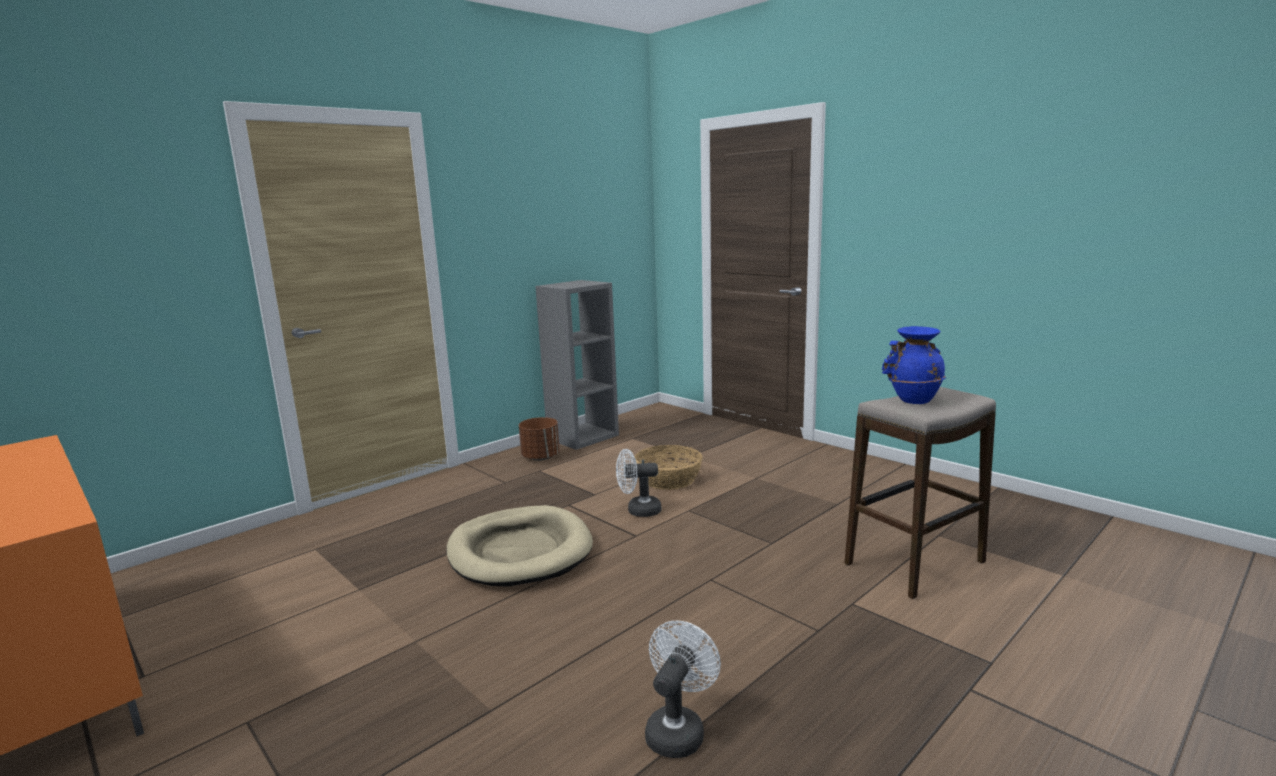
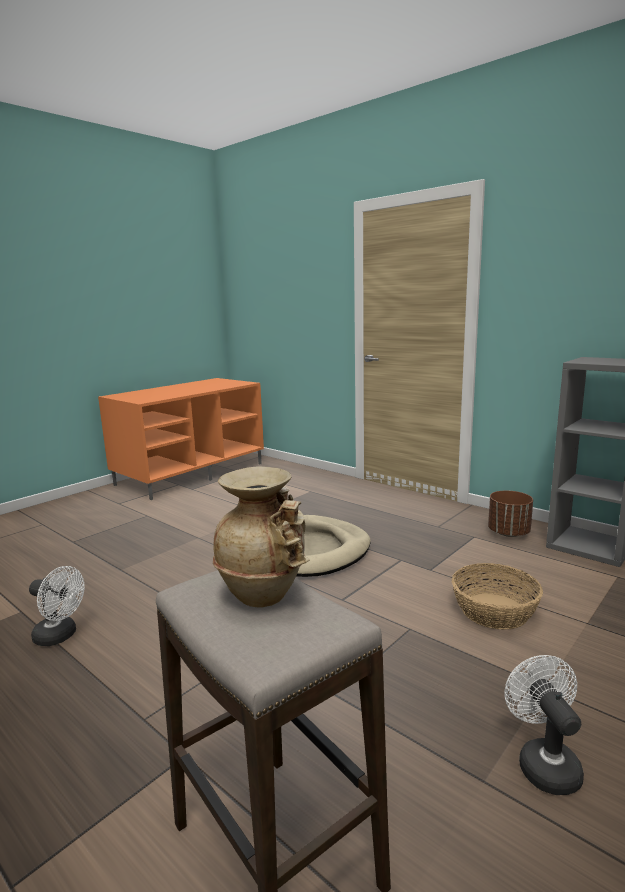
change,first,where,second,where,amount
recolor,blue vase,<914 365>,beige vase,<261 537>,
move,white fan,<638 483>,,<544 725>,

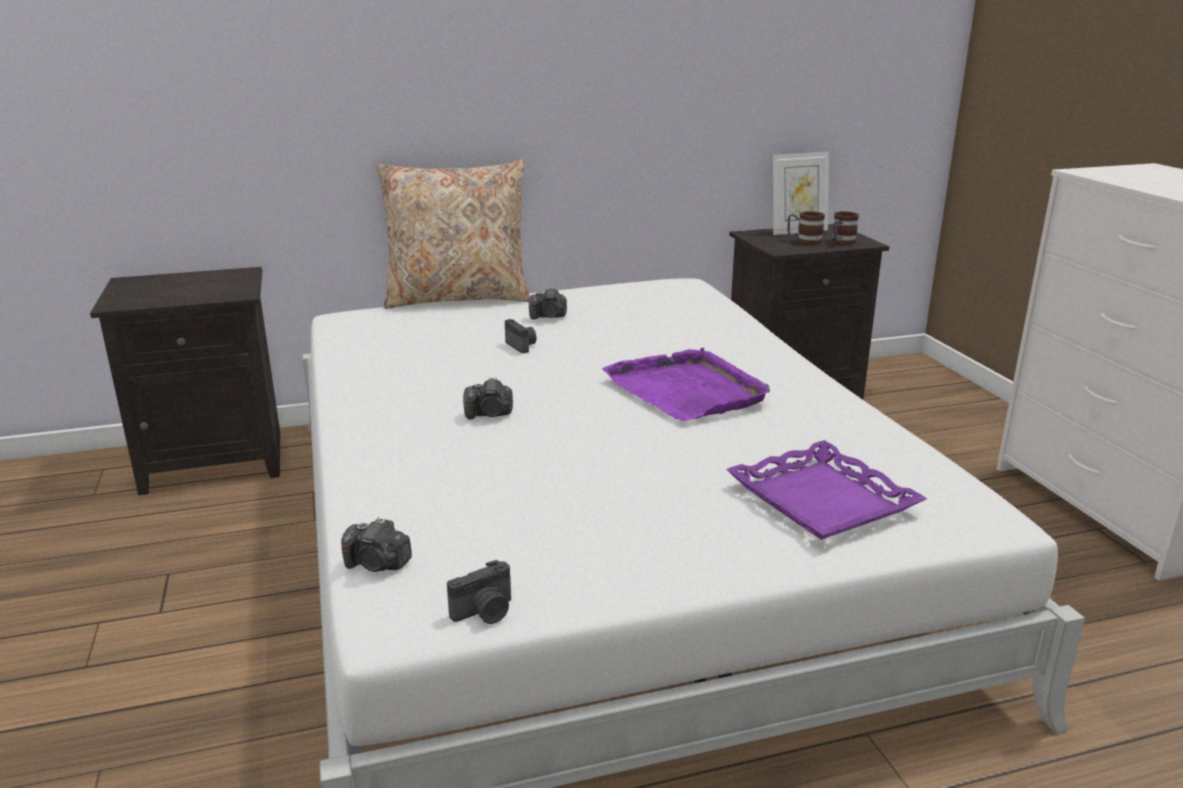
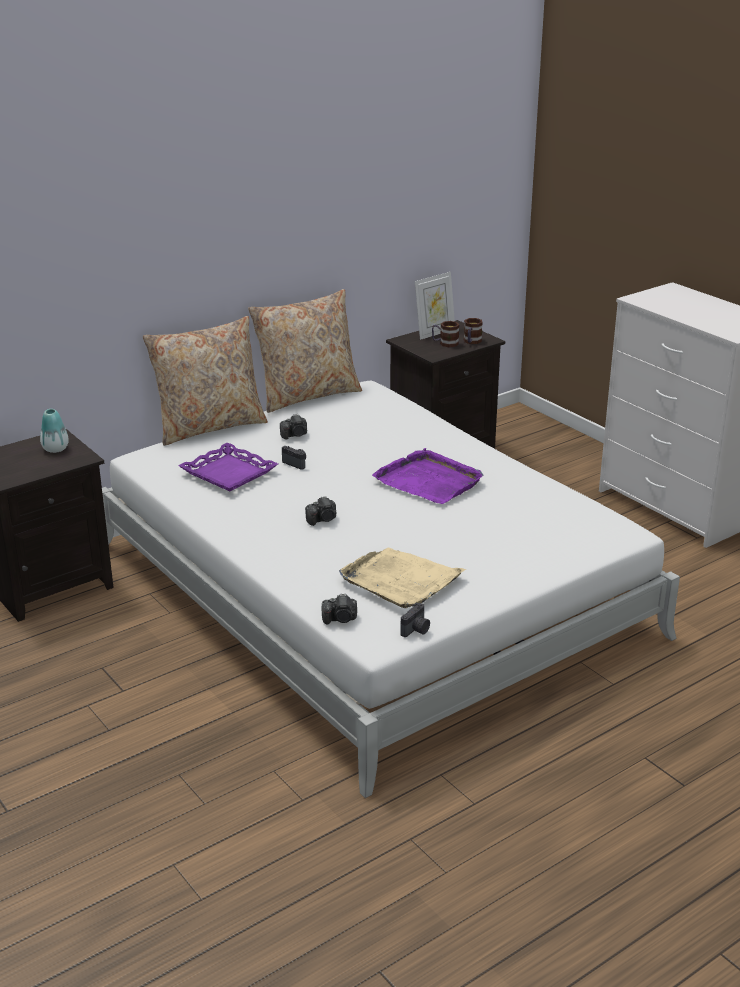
change,first,where,second,where,amount
insert,,,vase,<54 431>,
move,purple tray,<826 490>,,<228 467>,
insert,,,beige pillow,<305 351>,
insert,,,beige tray,<402 578>,

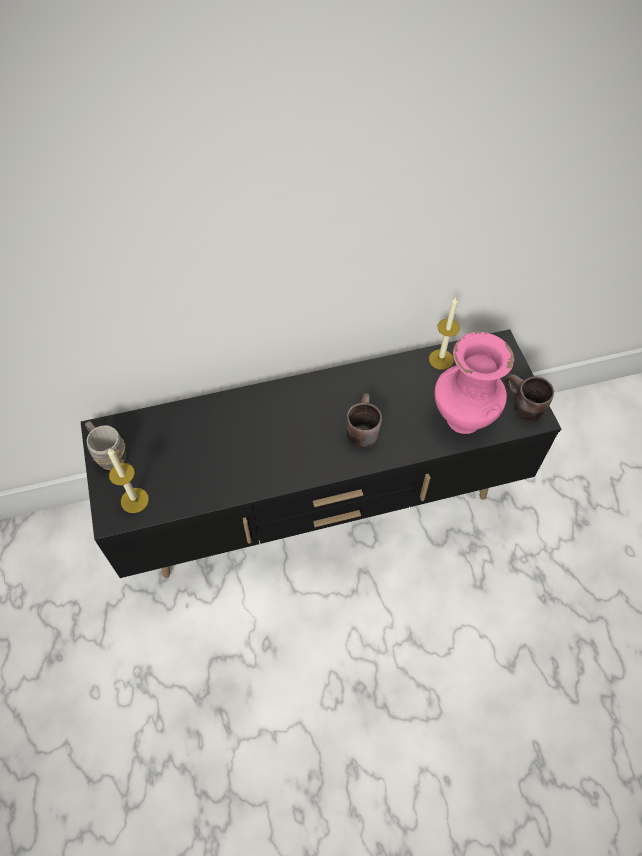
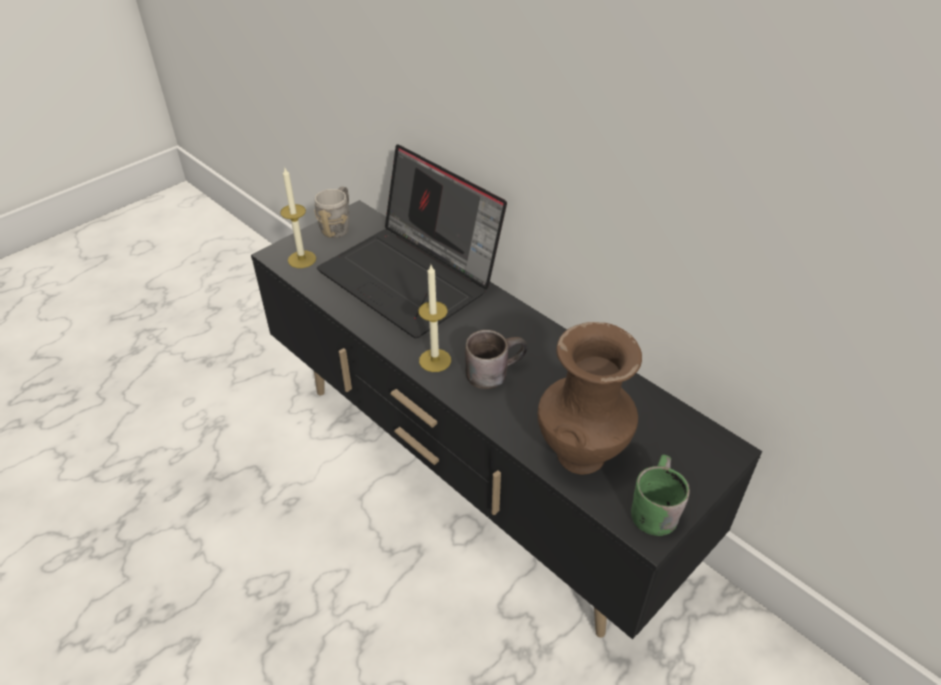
change,first,where,second,where,amount
insert,,,laptop,<412 241>,
move,candle,<444 333>,,<435 318>,
recolor,pink vase,<474 383>,brown vase,<590 398>,
recolor,brown mug,<529 398>,green mug,<660 495>,

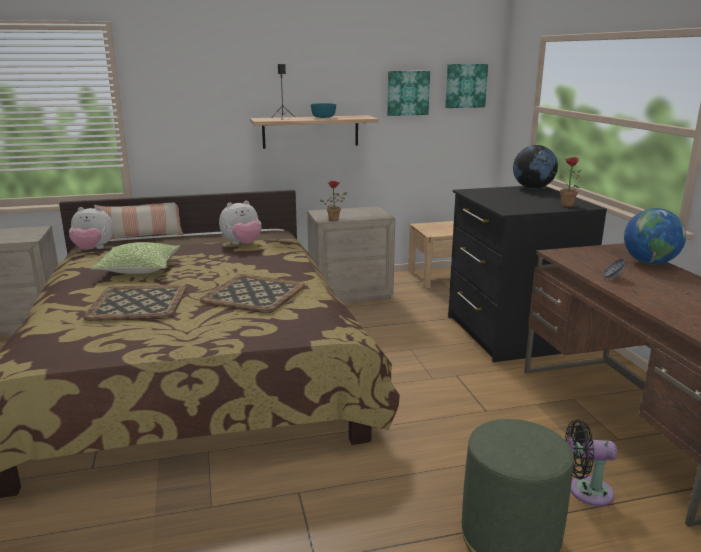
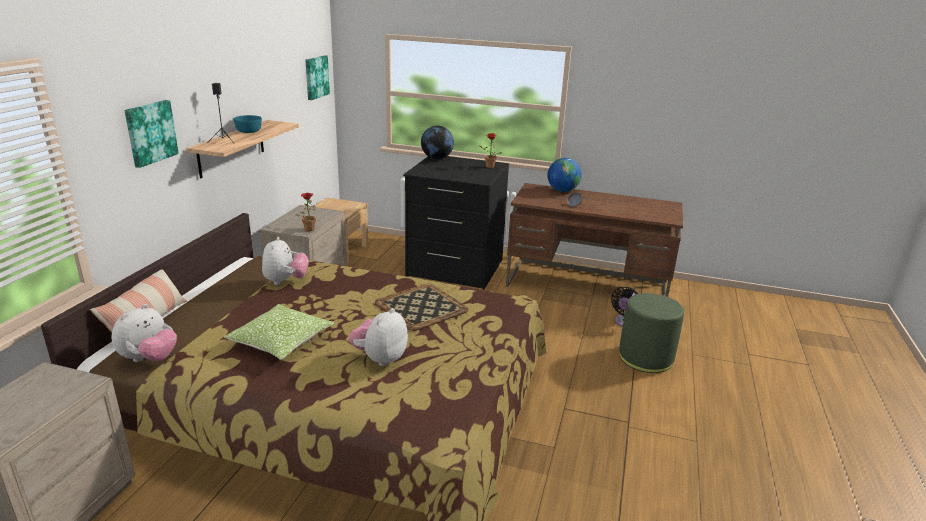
change,first,where,second,where,amount
move,picture,<408 93>,,<151 134>,
replace,tray,<135 303>,plush toy,<378 337>,

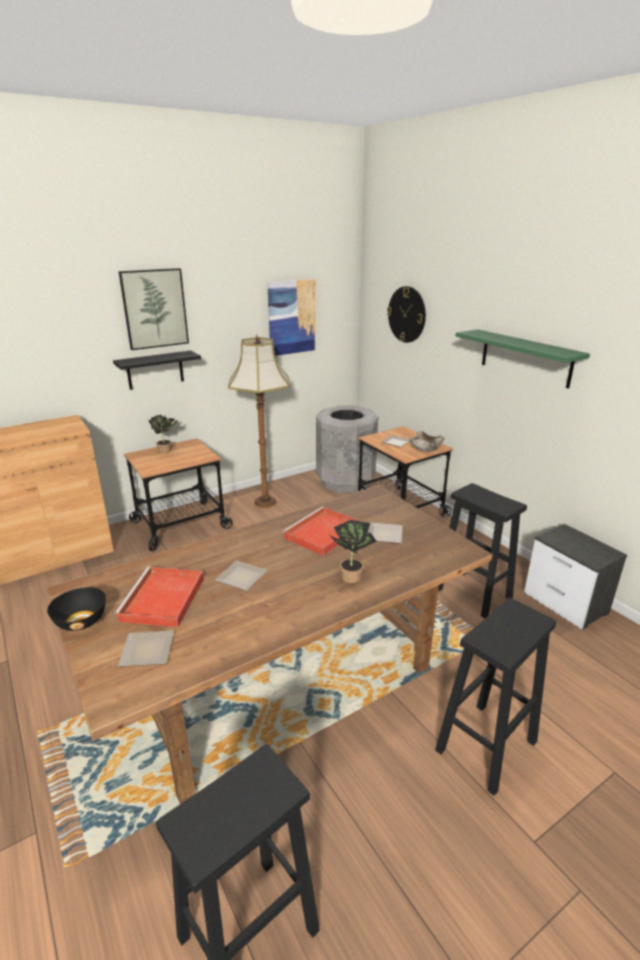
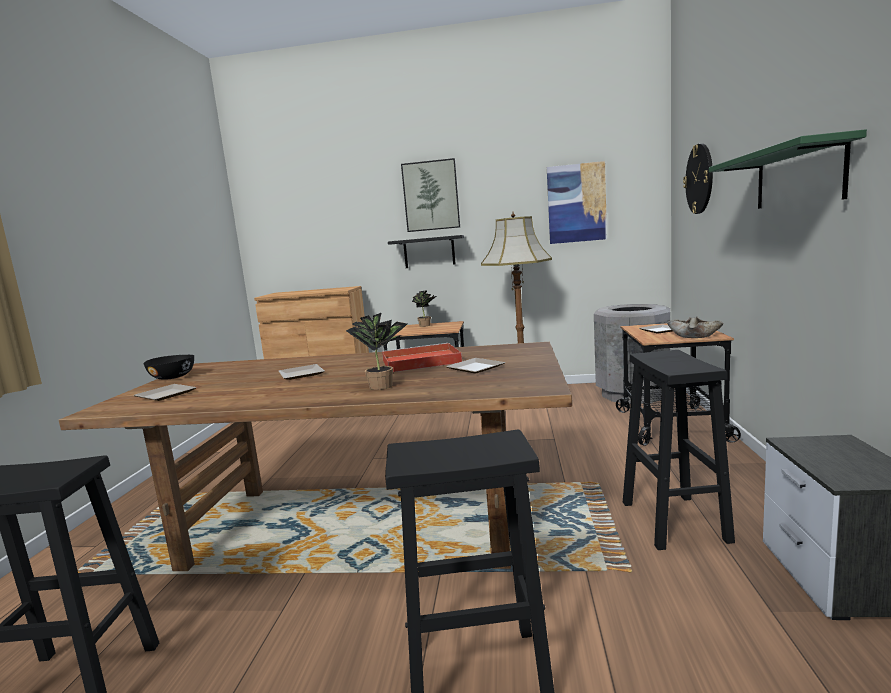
change,first,where,second,where,amount
delete,red tray,<159 597>,,,

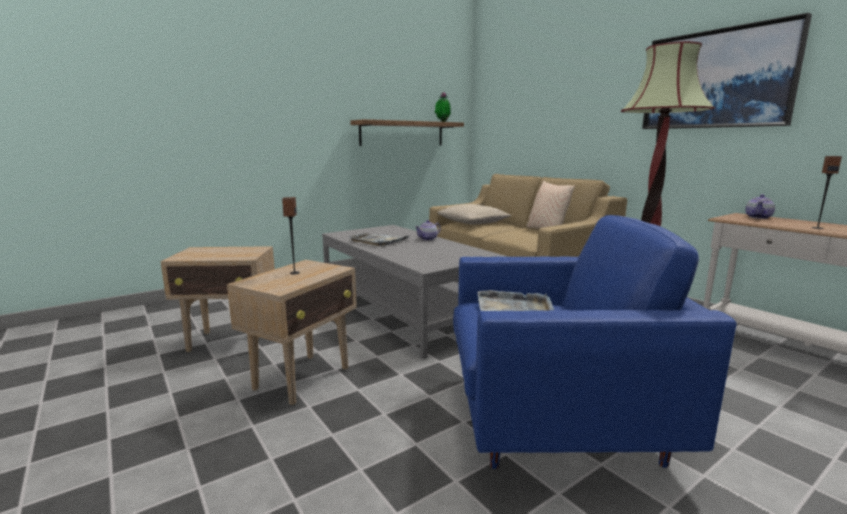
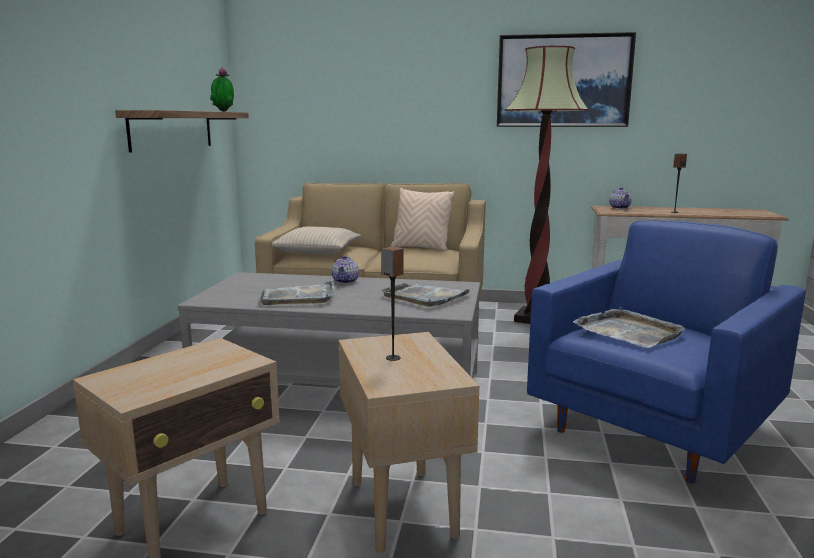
change,first,where,second,where,amount
insert,,,grey tray,<425 295>,

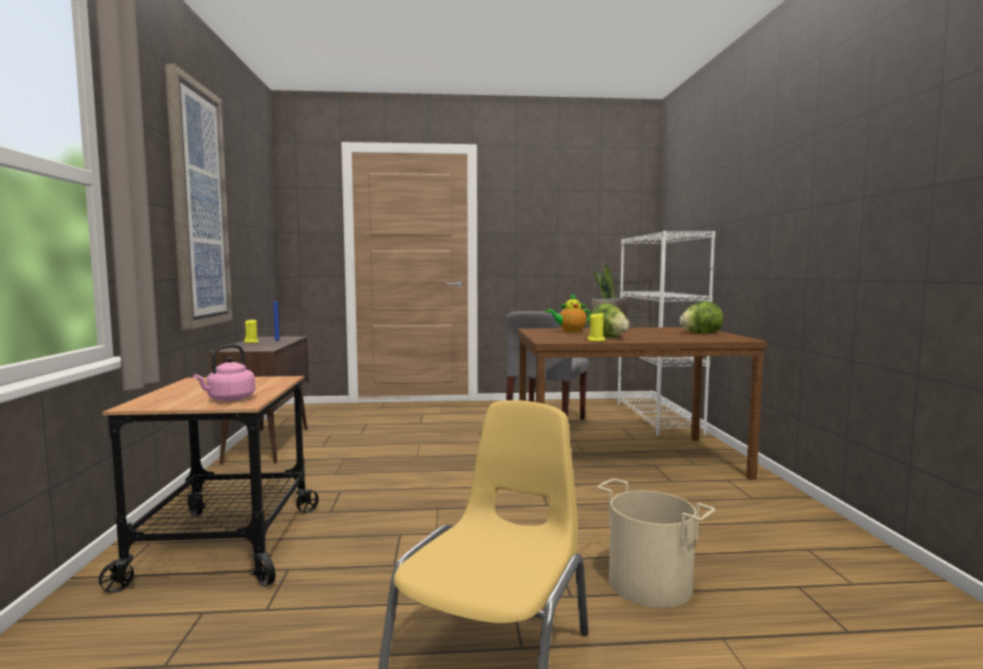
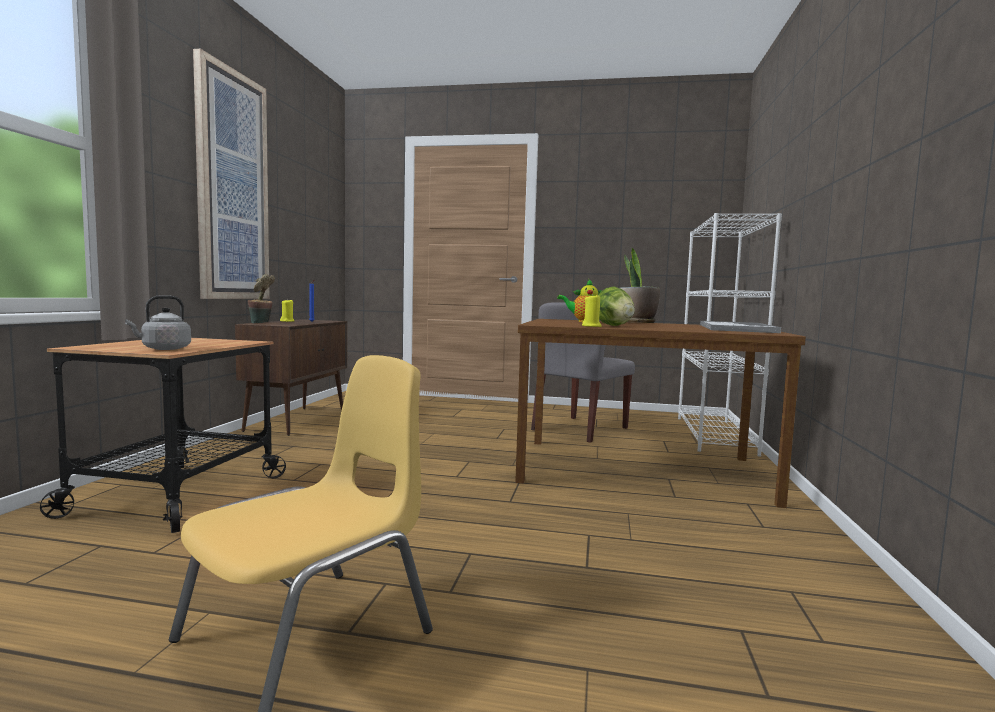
change,first,where,second,where,amount
recolor,pink kettle,<224 372>,grey kettle,<158 322>,
insert,,,potted plant,<261 298>,
replace,lettuce,<701 317>,tray,<740 327>,
delete,beige bucket,<656 543>,,,

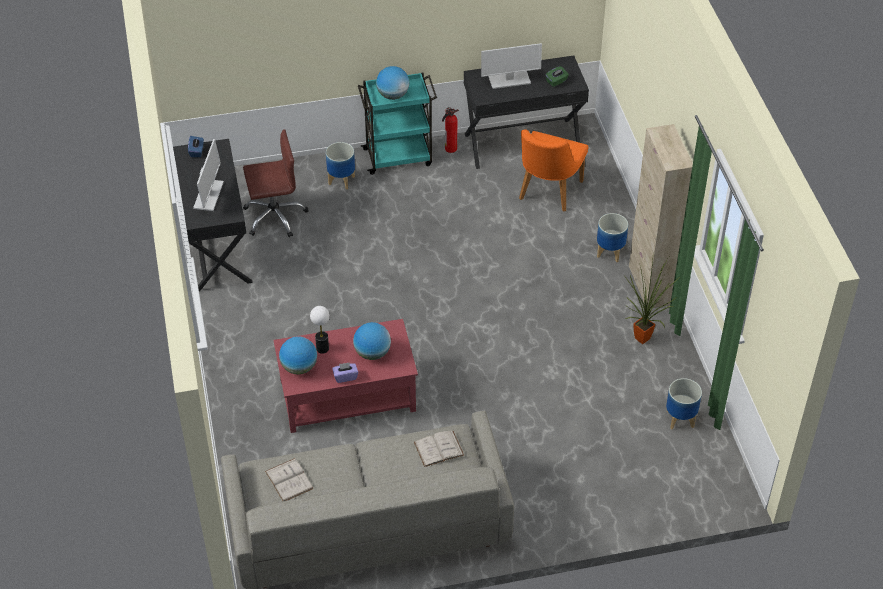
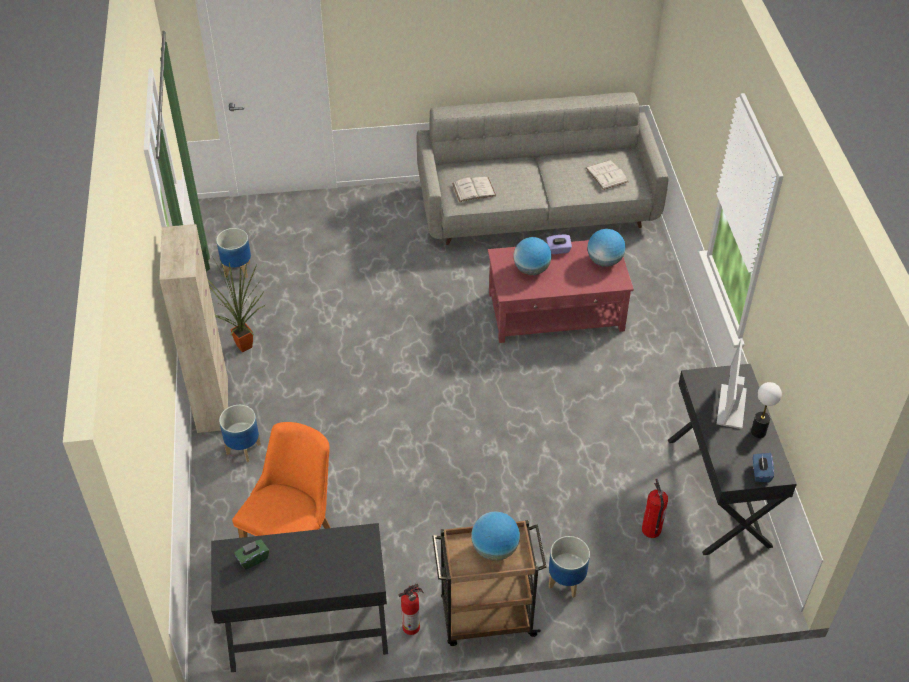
change,first,where,second,where,amount
recolor,turquoise cart,<397 124>,brown cart,<489 583>,
replace,brown office chair,<276 183>,fire extinguisher,<655 508>,
move,table lamp,<320 330>,,<766 410>,
delete,monitor,<511 66>,,,

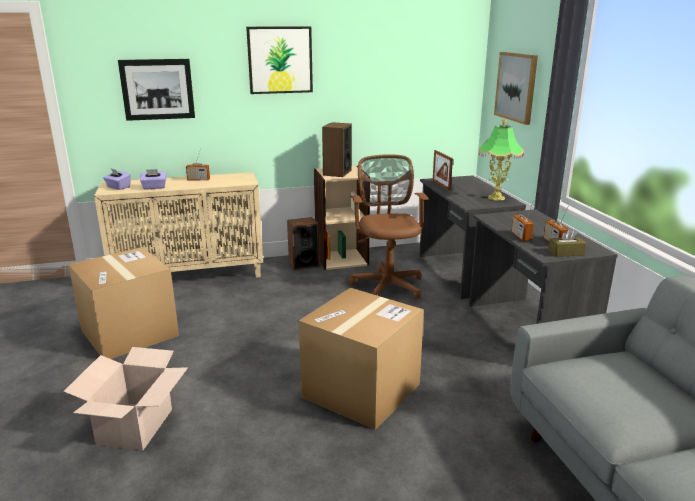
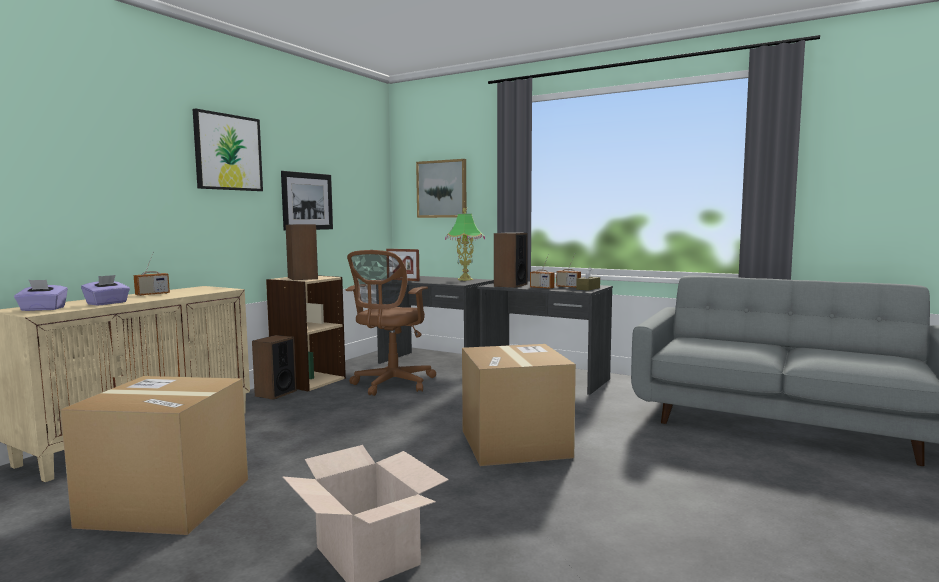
change,first,where,second,where,amount
move,picture,<156 90>,,<307 201>,
rotate,brown office chair,<389 226>,,<391 323>,105 degrees counterclockwise
insert,,,speaker,<511 260>,

